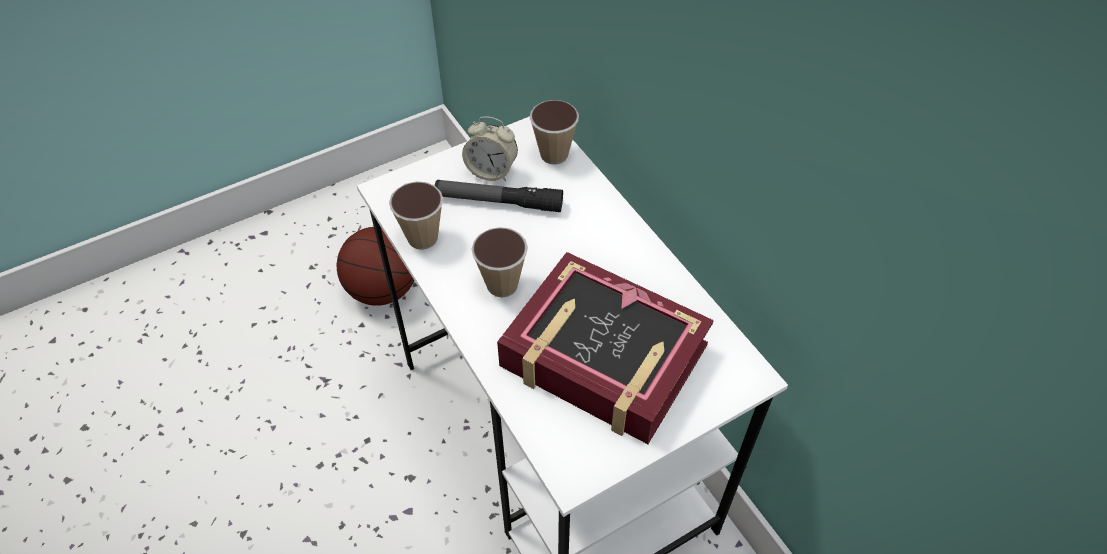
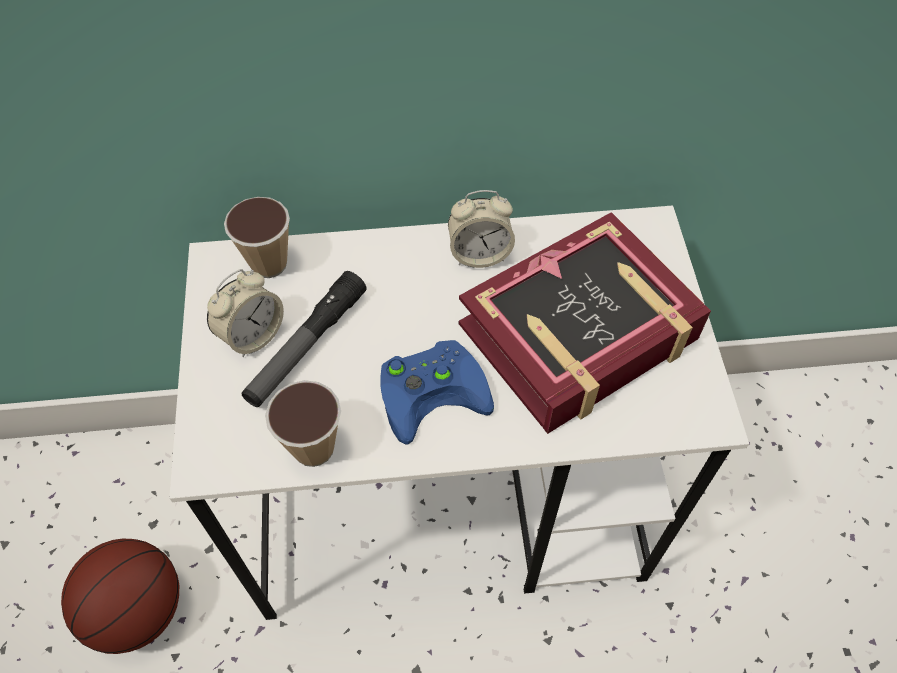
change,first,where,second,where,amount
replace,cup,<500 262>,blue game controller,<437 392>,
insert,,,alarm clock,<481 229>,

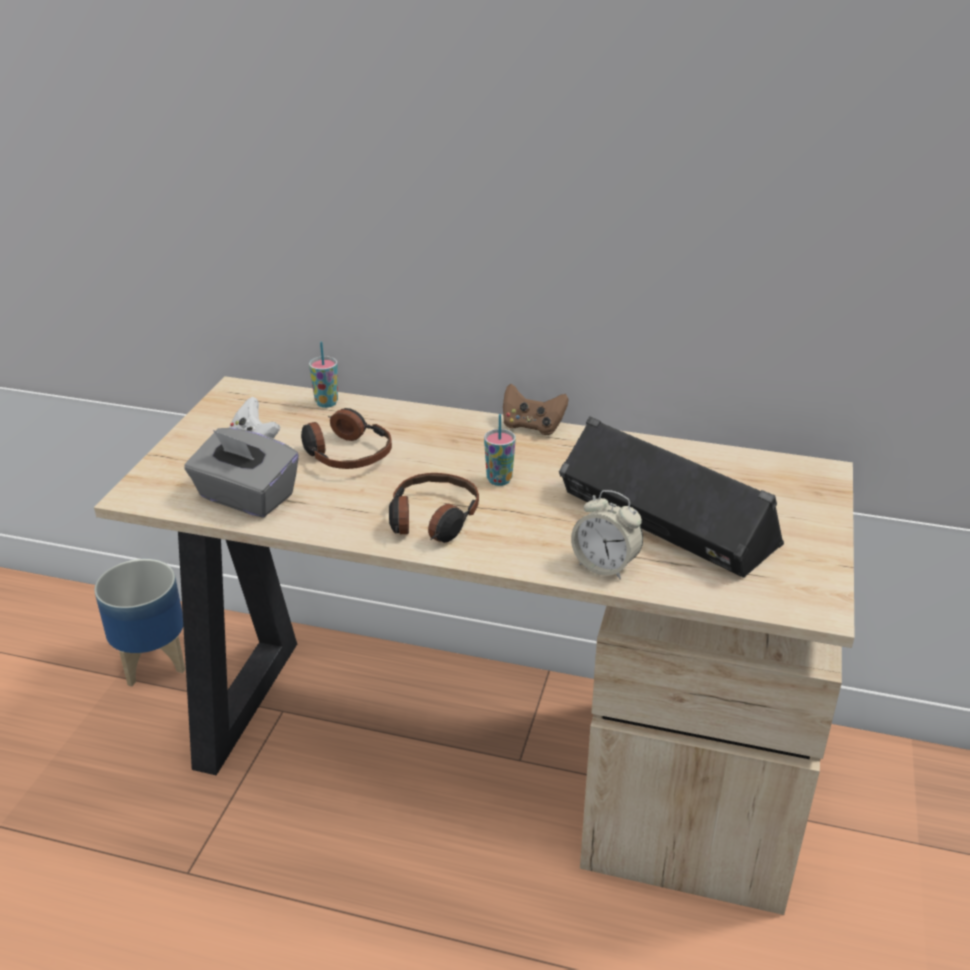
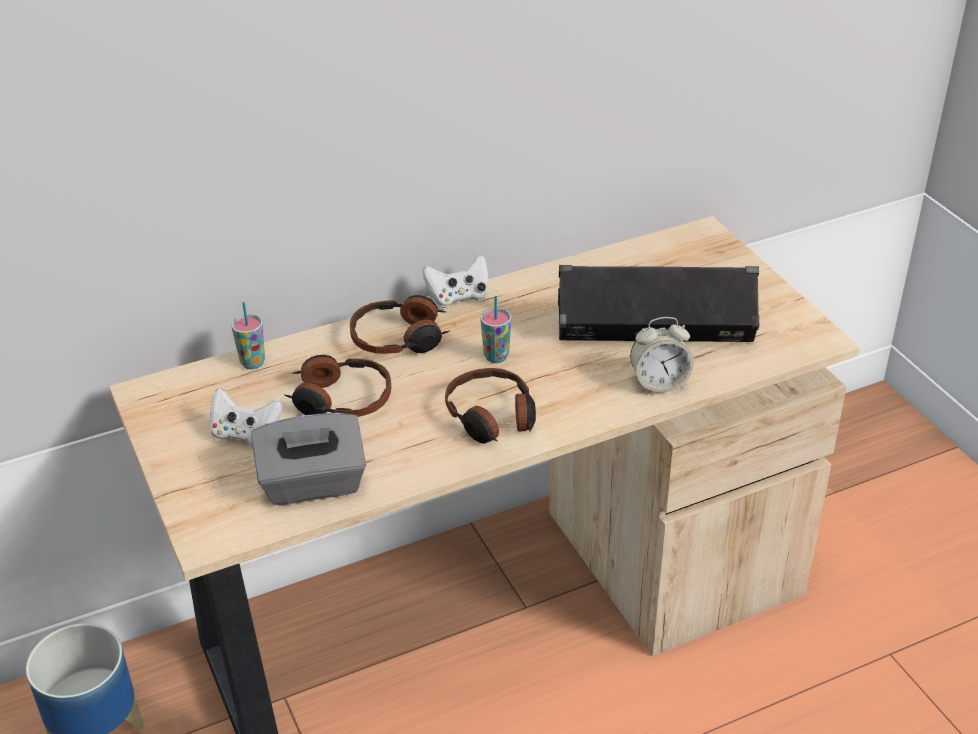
change,first,where,second,where,amount
insert,,,headphones,<400 324>,
recolor,brown game controller,<536 409>,white game controller,<455 281>,

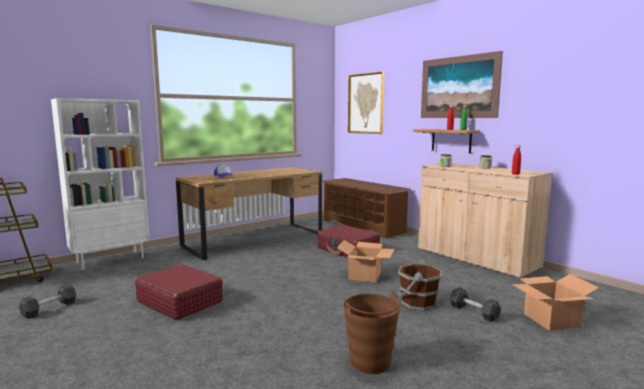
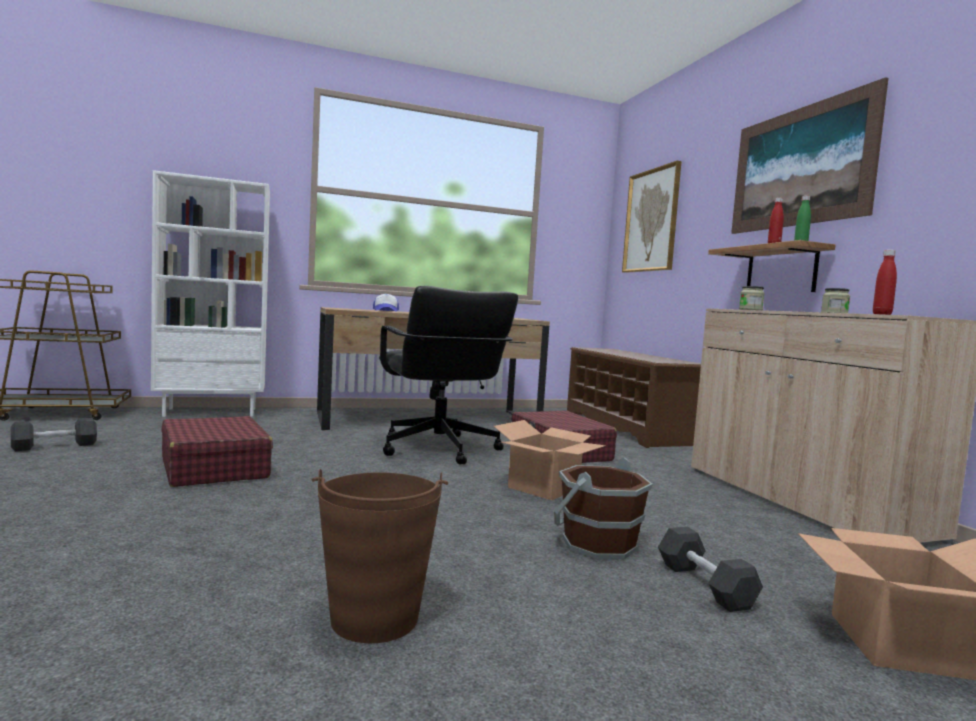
change,first,where,second,where,amount
insert,,,black office chair,<449 375>,

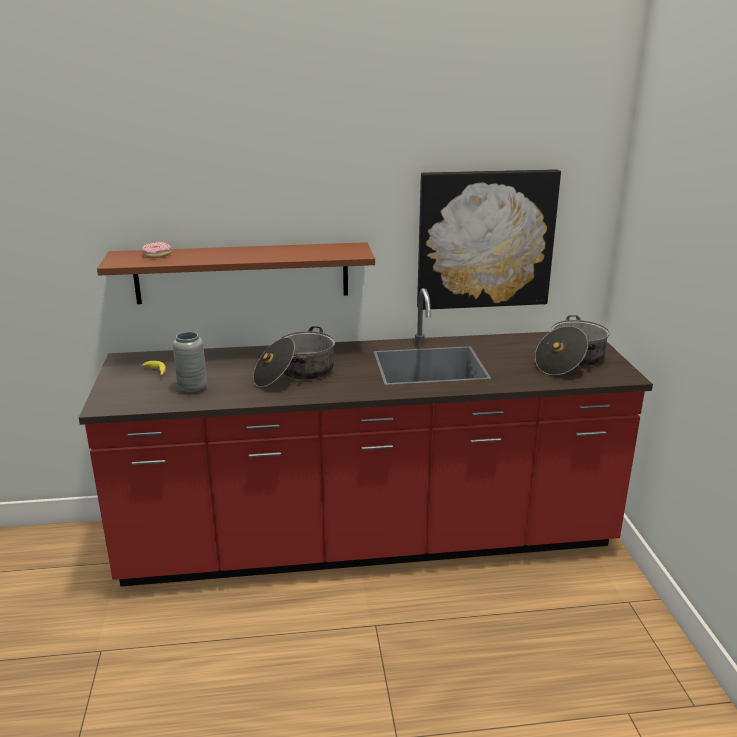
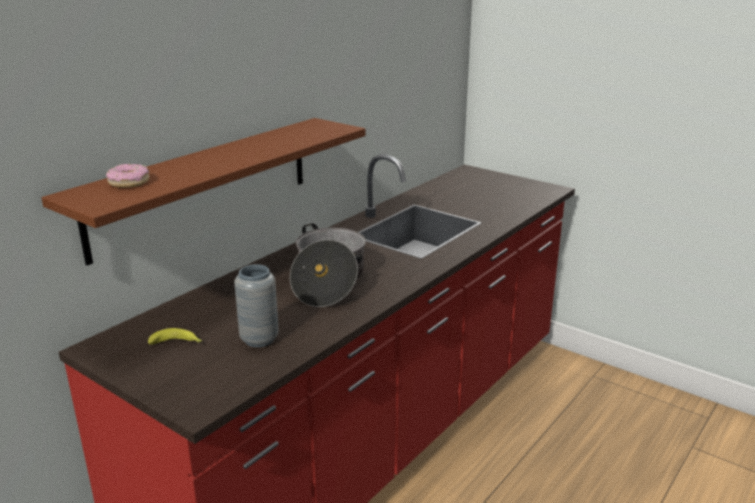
change,first,where,second,where,amount
delete,picture,<489 239>,,,
delete,cooking pot,<572 345>,,,

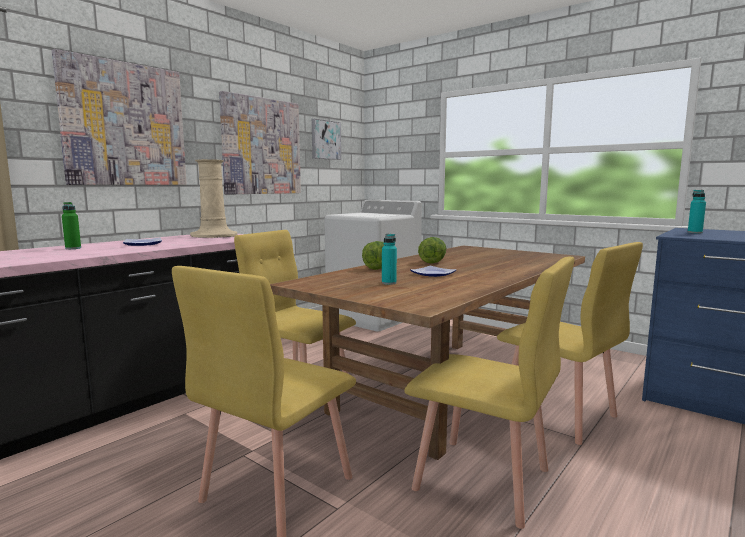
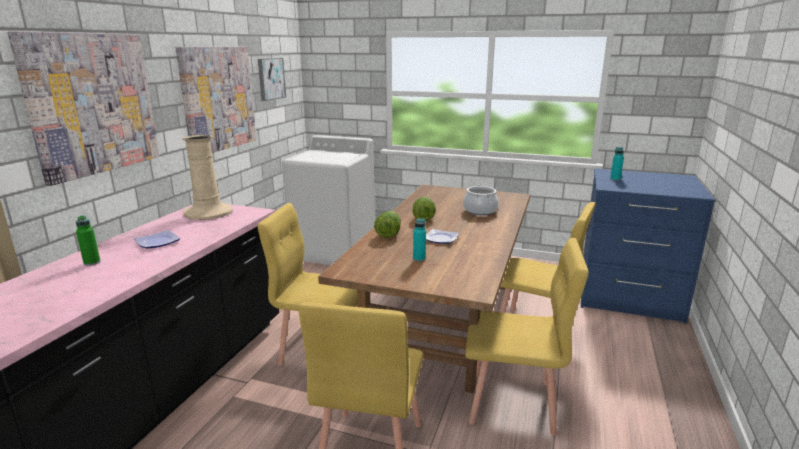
change,first,where,second,where,amount
insert,,,cooking pot,<481 199>,

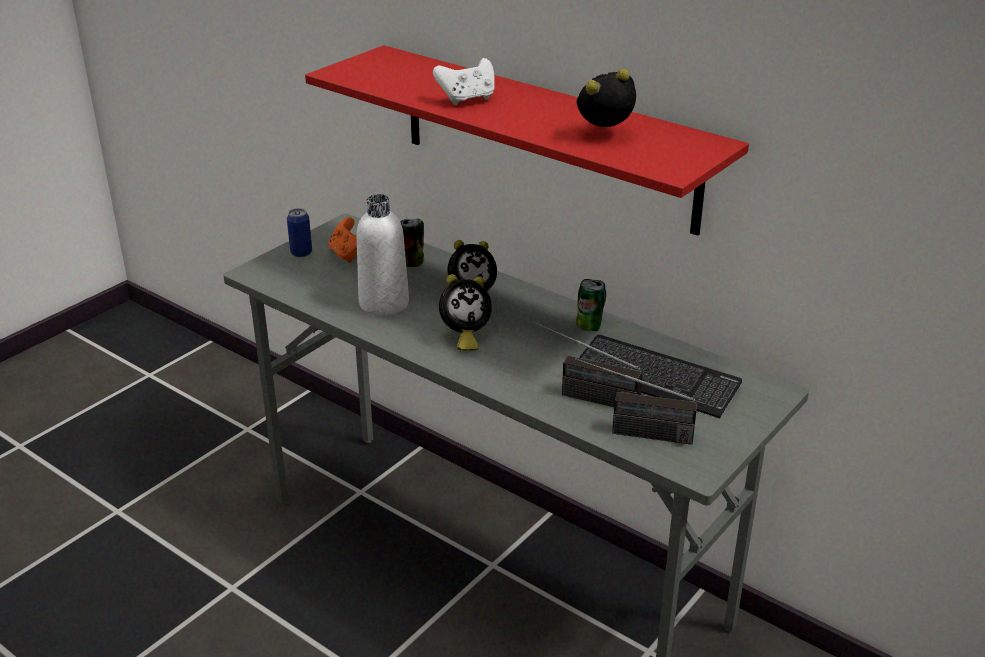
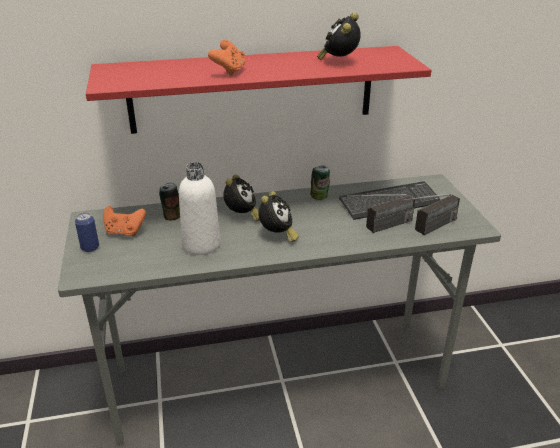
change,first,where,second,where,amount
recolor,white game controller,<464 81>,orange game controller,<227 58>,

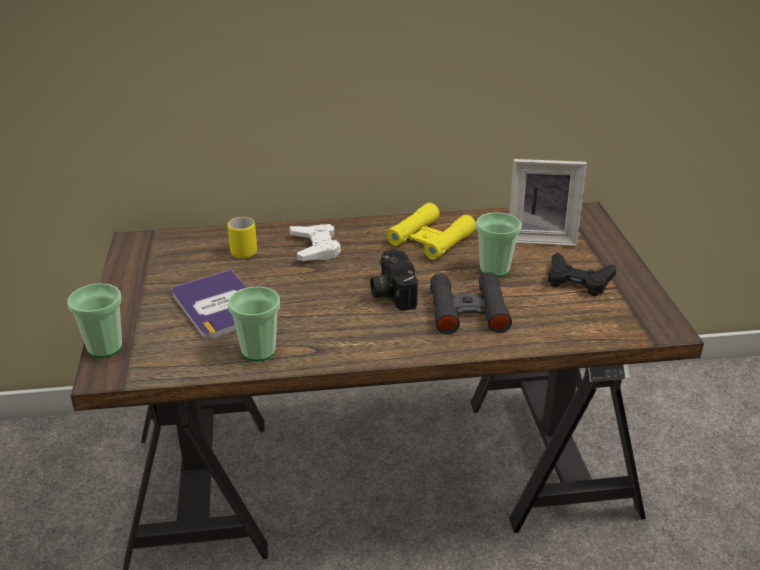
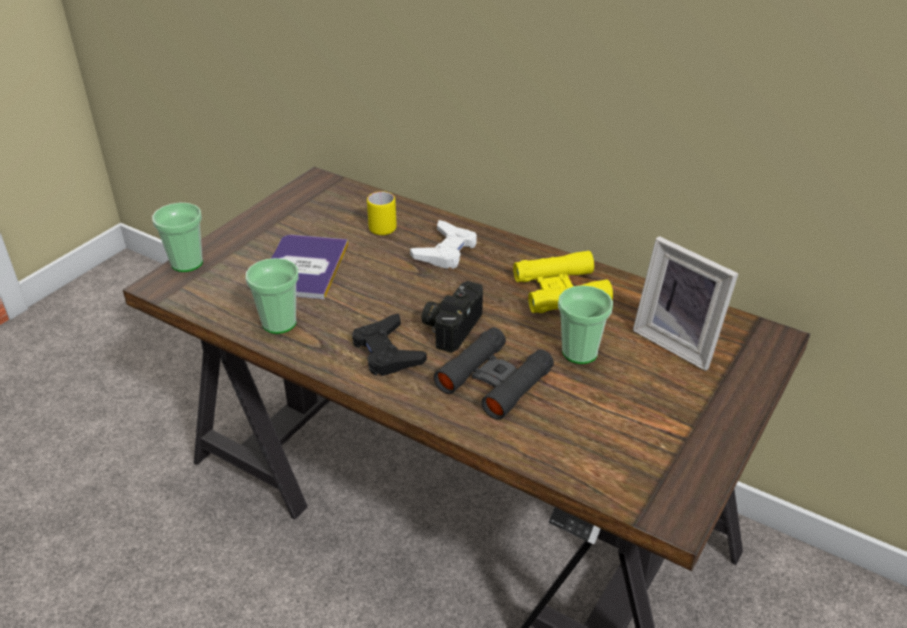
change,first,where,second,where,amount
move,black game controller,<582 274>,,<389 345>,

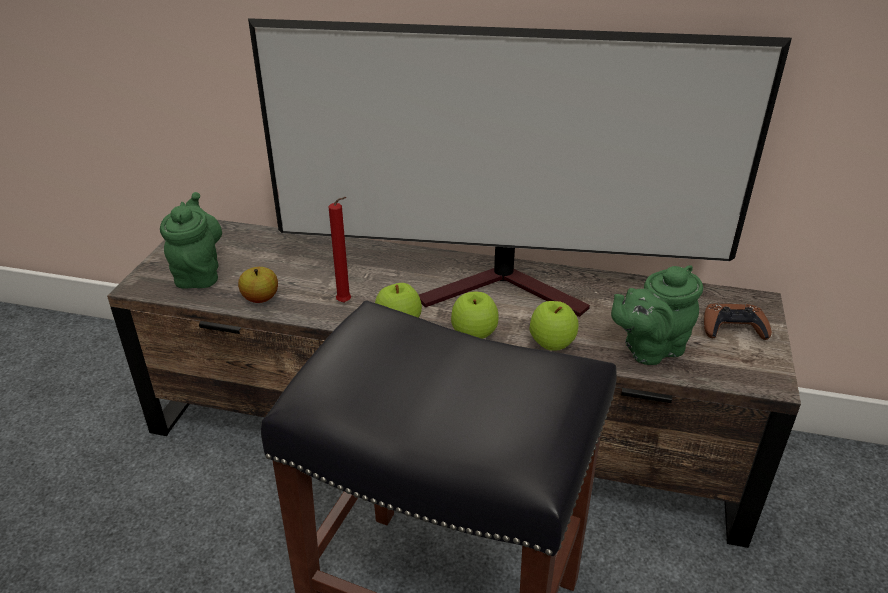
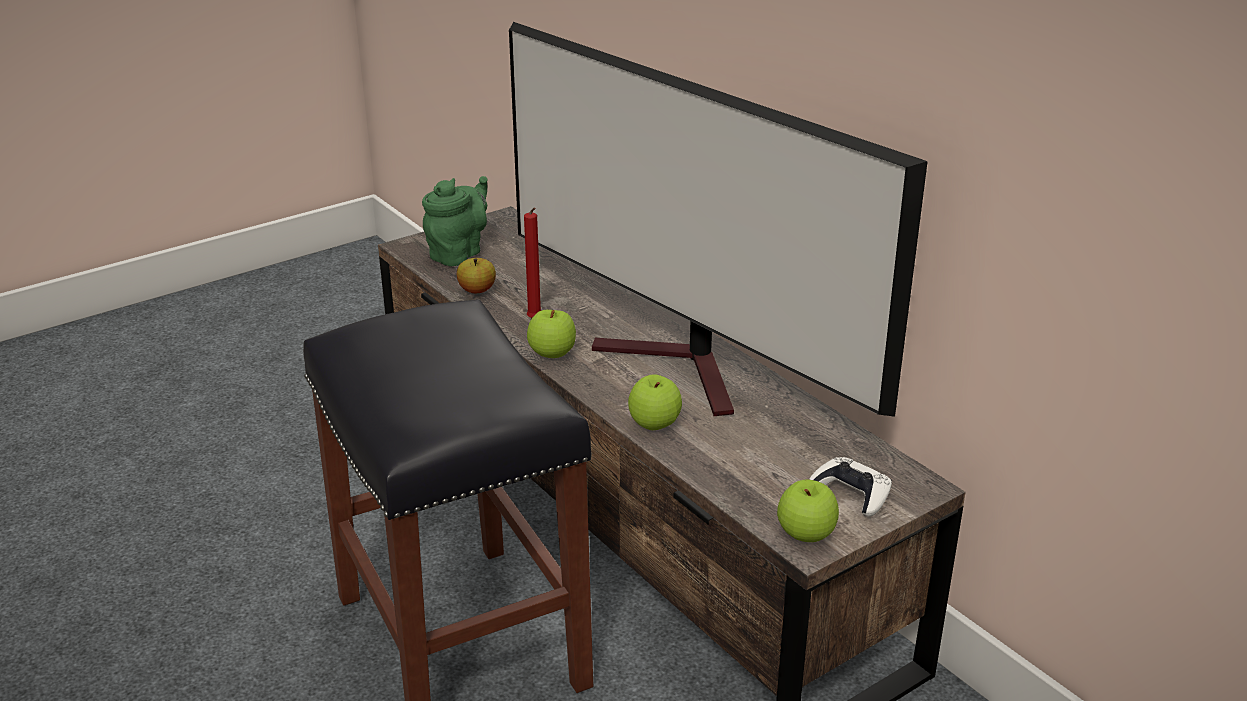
change,first,where,second,where,amount
move,apple,<475 315>,,<808 511>,
recolor,brown game controller,<738 321>,white game controller,<850 487>,
delete,green teapot,<657 315>,,,

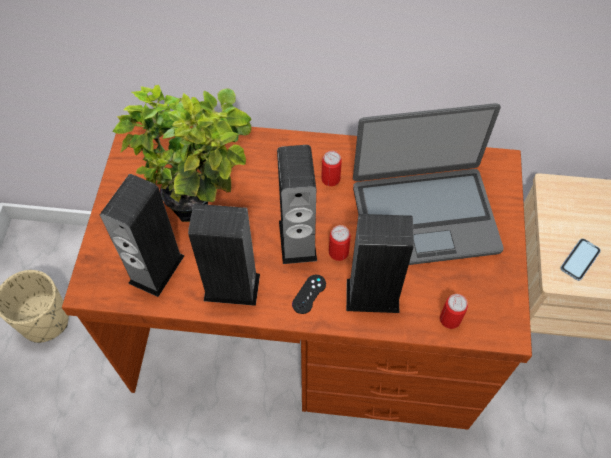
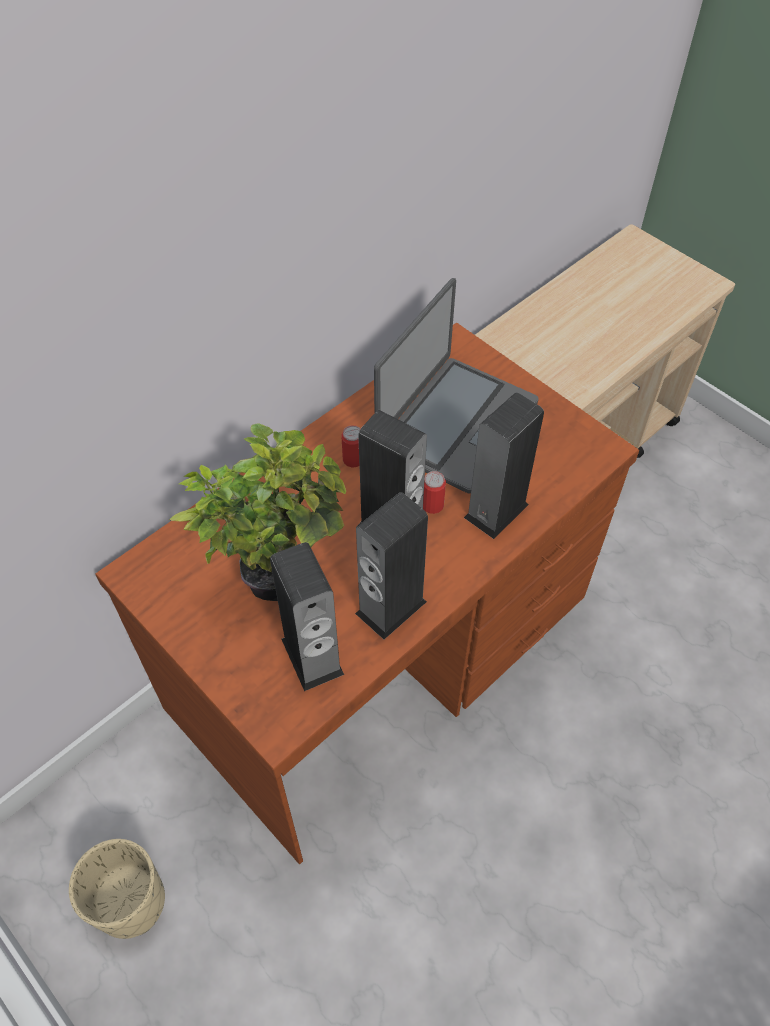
change,first,where,second,where,amount
delete,black game controller,<309 294>,,,
delete,can,<454 311>,,,
delete,phone,<580 259>,,,

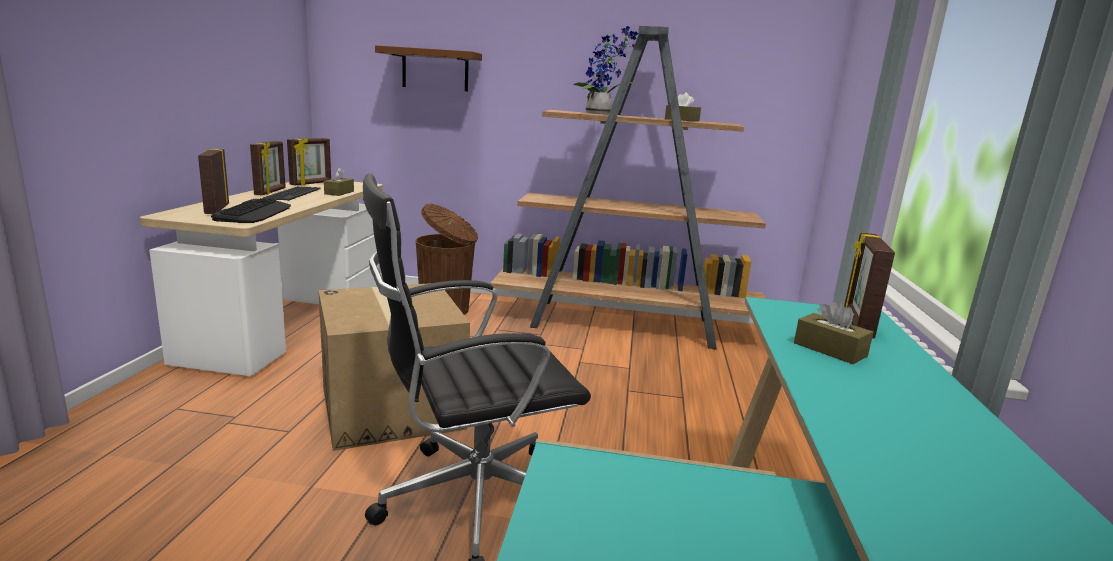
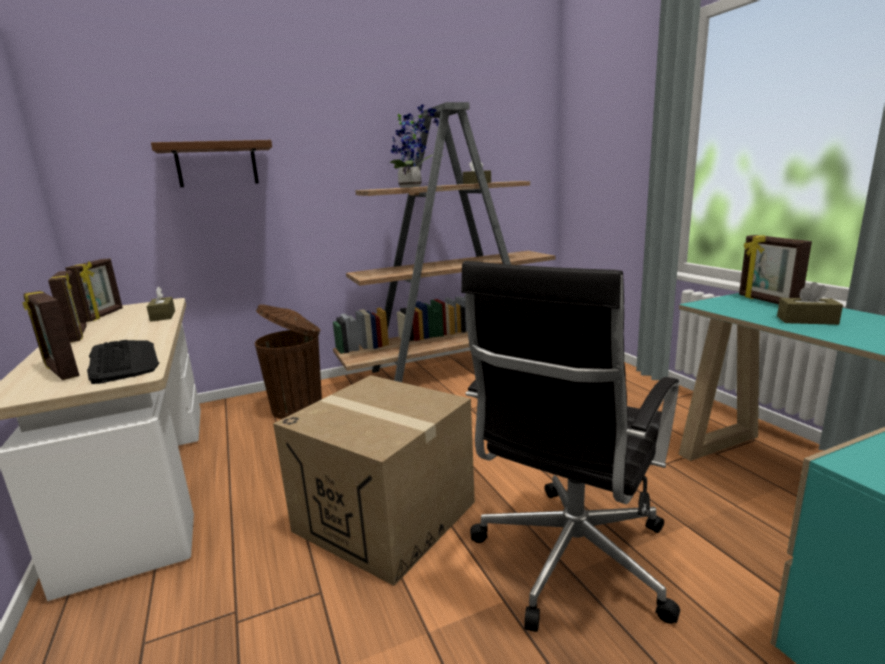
change,first,where,second,where,amount
delete,keyboard,<292 193>,,,

